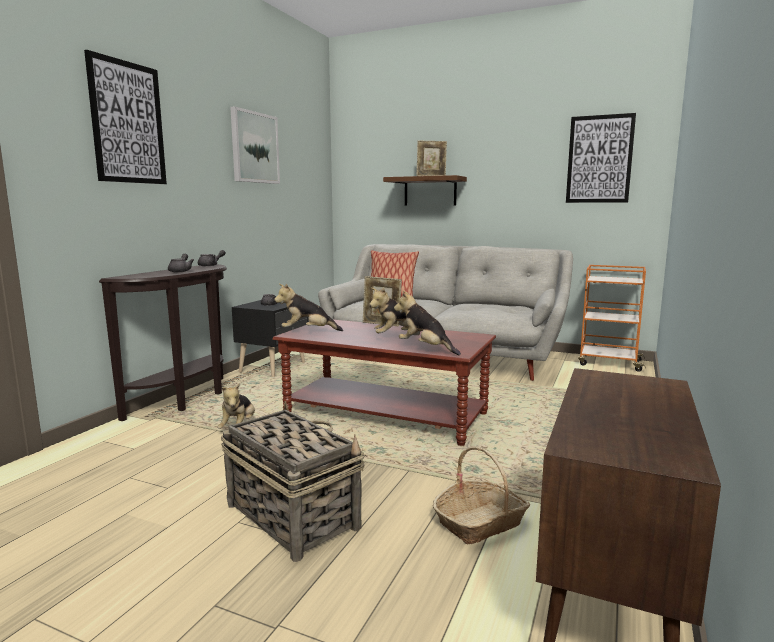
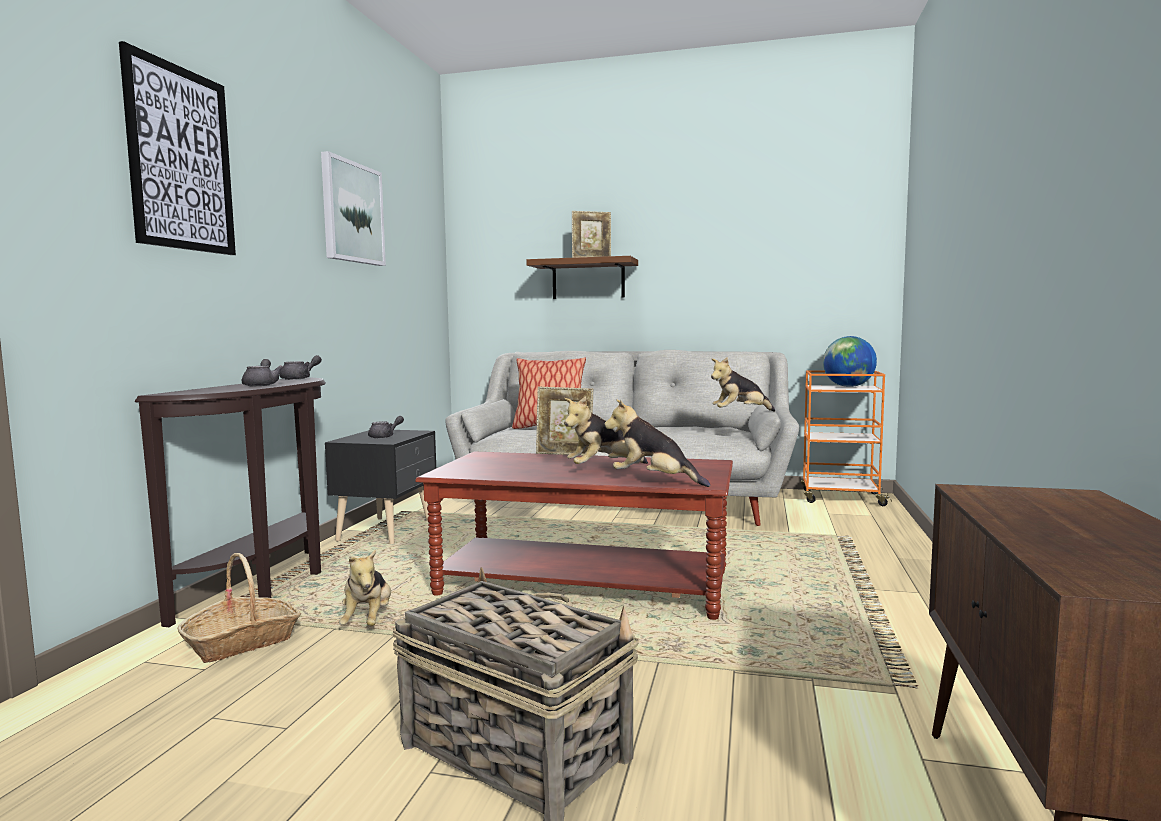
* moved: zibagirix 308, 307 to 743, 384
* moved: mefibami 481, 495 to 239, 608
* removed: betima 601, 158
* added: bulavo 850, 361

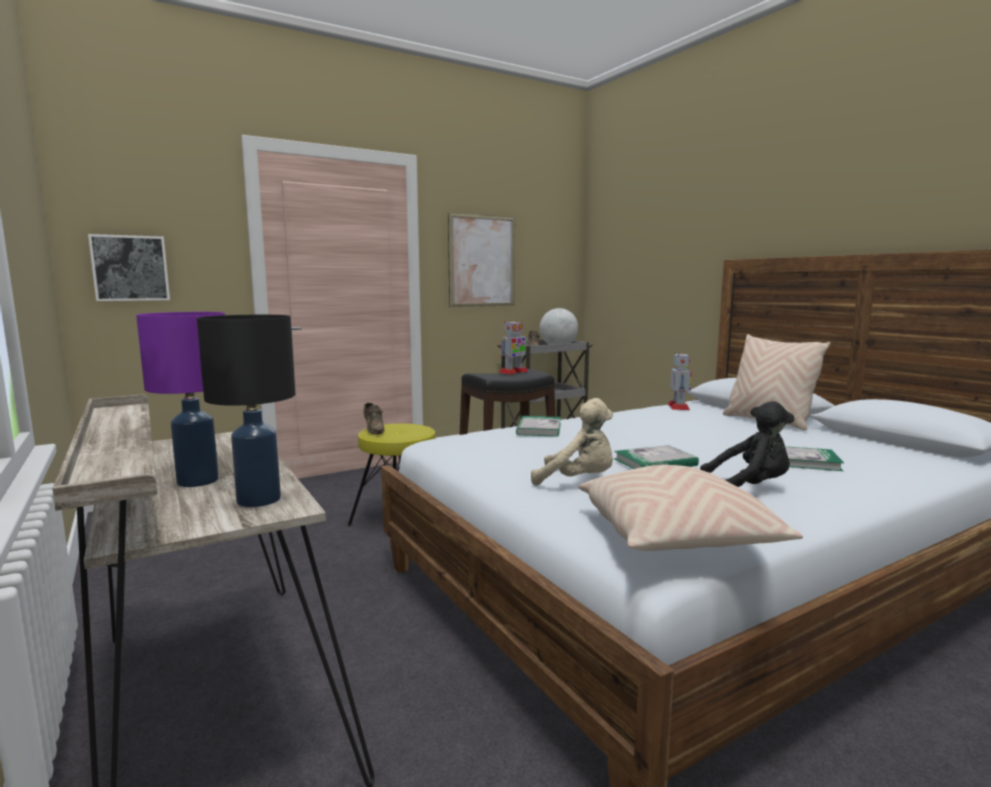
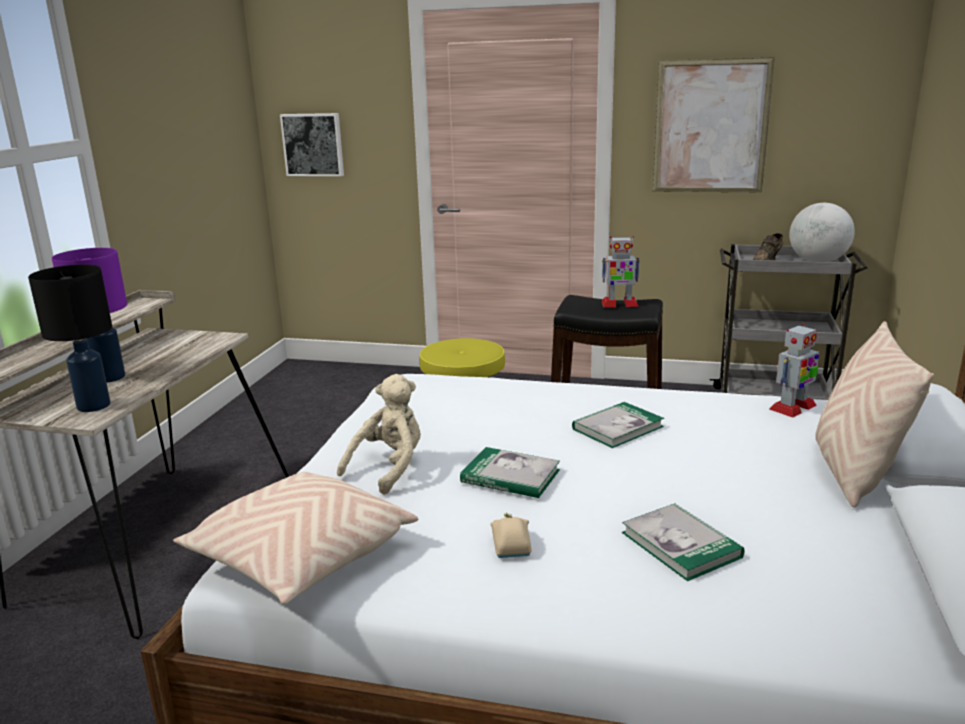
* removed: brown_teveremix 374, 419
* moved: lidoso 538, 426 to 618, 425
* turned: beige_zibagirix 572, 442 = 379, 434 120 degrees counterclockwise
* replaced: black_zibagirix 747, 444 to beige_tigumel 511, 535

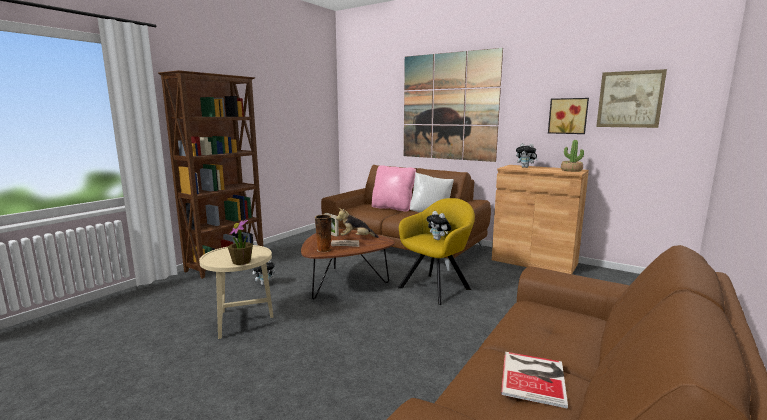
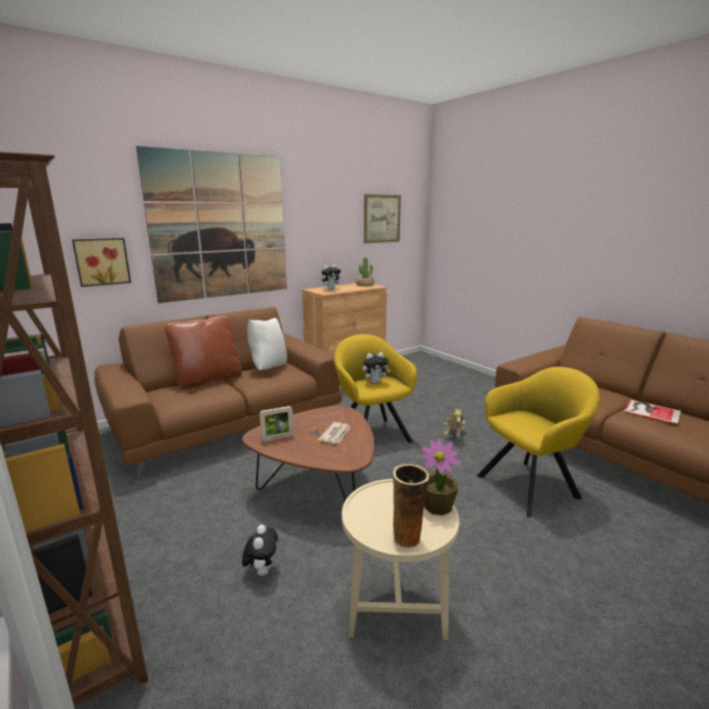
* moved: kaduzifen 323, 233 to 410, 506
* moved: zibagirix 357, 223 to 454, 423
* recoloured: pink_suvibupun 394, 188 to brown_suvibupun 203, 352
* moved: betima 568, 116 to 101, 262
* added: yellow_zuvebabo 538, 442

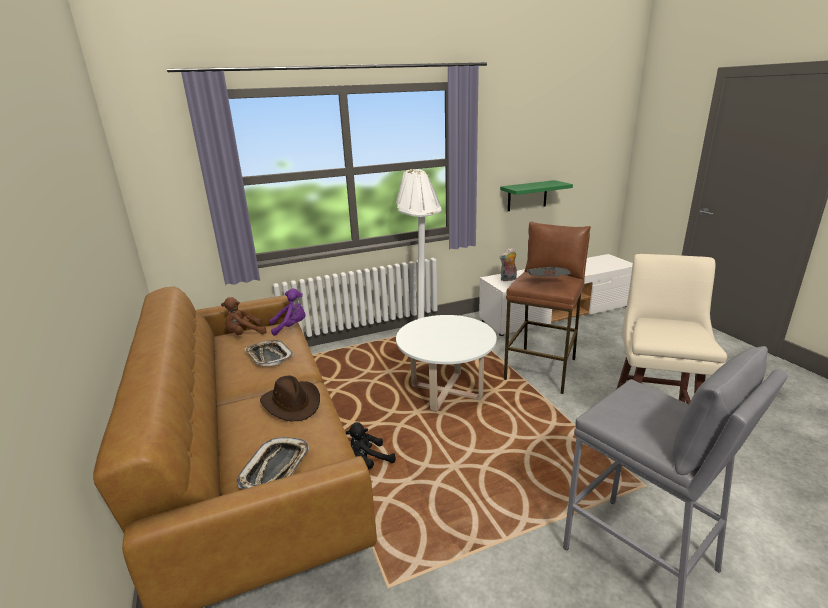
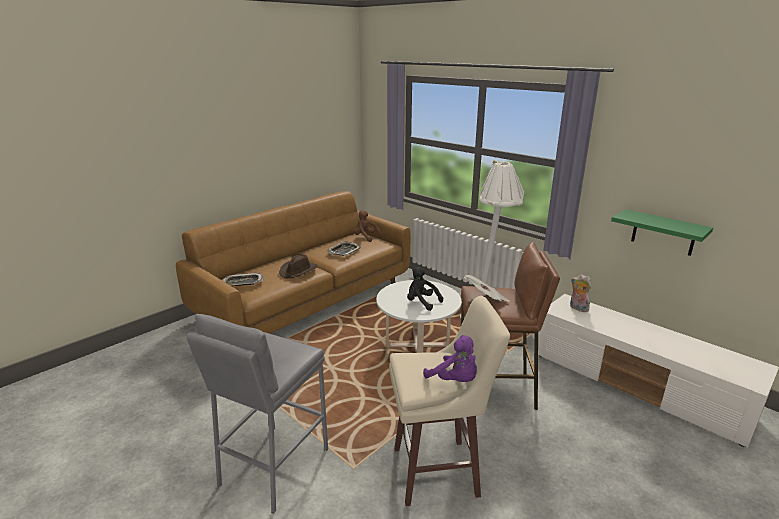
* moved: purple_zibagirix 287, 312 to 450, 358
* moved: black_zibagirix 371, 446 to 425, 289

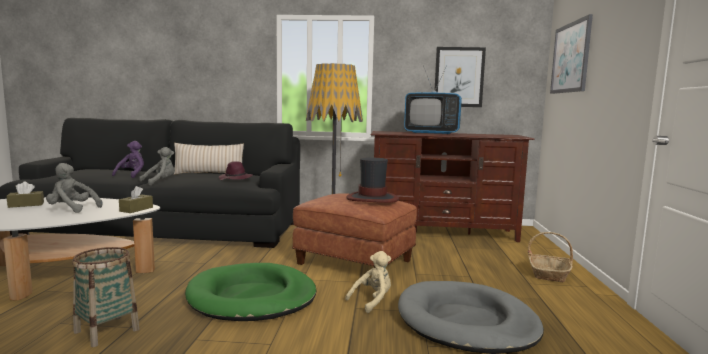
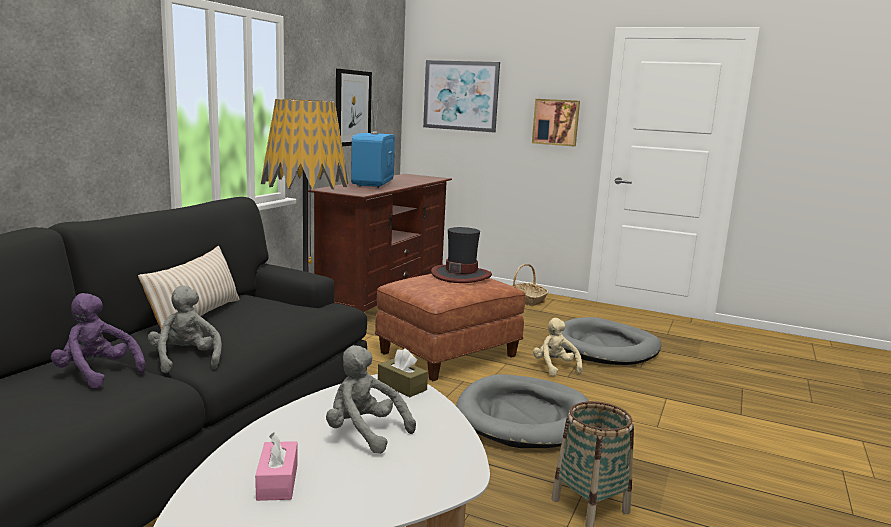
* recoloured: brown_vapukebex 25, 195 to pink_vapukebex 276, 467
* turned: grey_zibagirix 74, 188 = 371, 399 90 degrees clockwise
* recoloured: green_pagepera 250, 292 to grey_pagepera 522, 411
* removed: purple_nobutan 236, 170
* turned: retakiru 433, 100 = 373, 144 150 degrees clockwise
* added: betima 556, 123

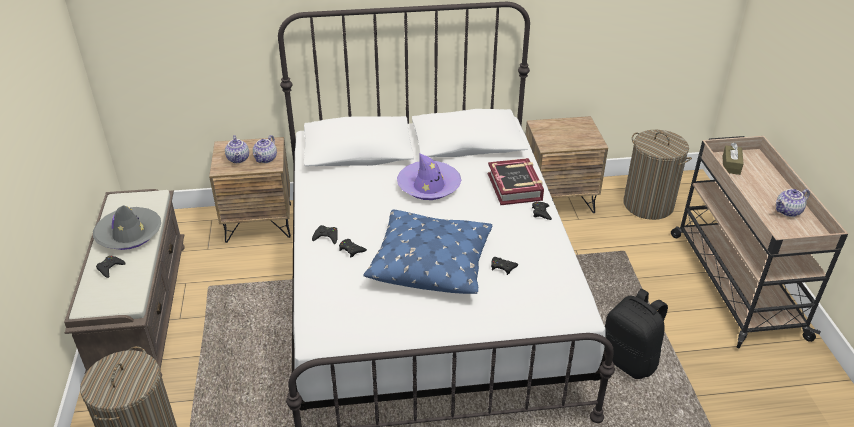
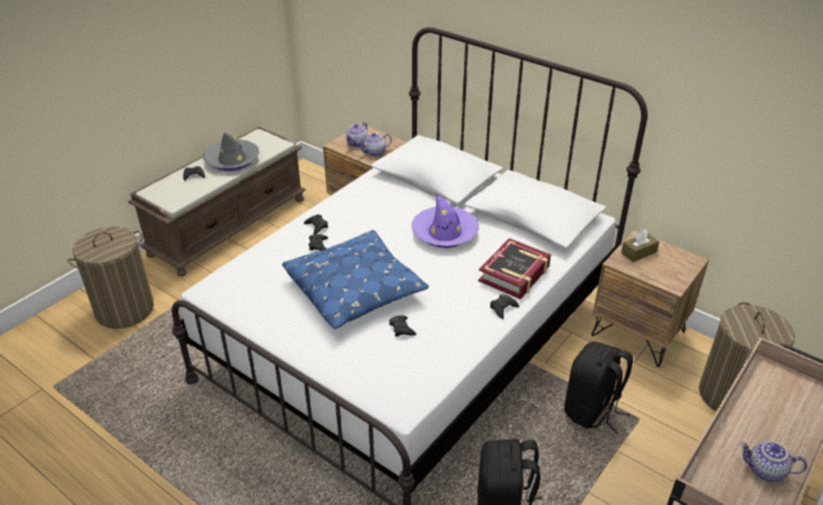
* moved: brown_vapukebex 733, 159 to 640, 246
* added: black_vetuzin 598, 387

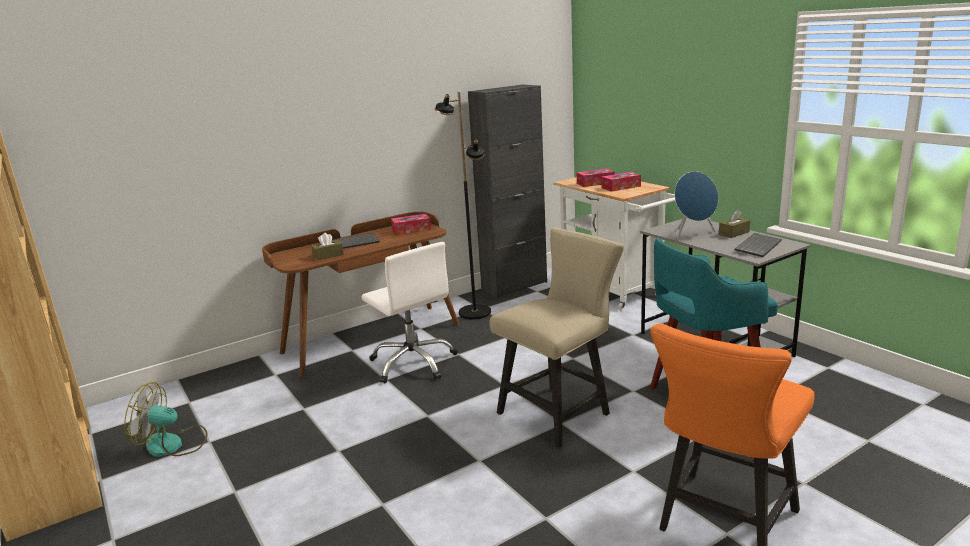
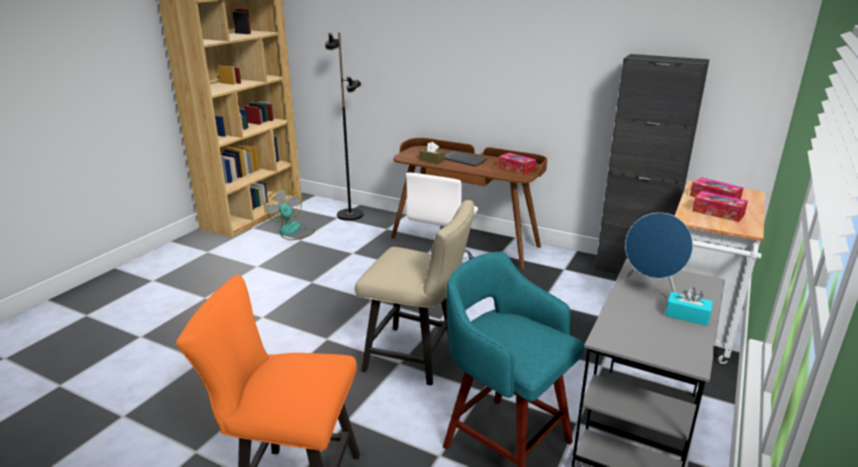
* moved: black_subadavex 463, 205 to 344, 126
* recoloured: brown_vapukebex 734, 224 to turquoise_vapukebex 689, 306
* removed: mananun 758, 245

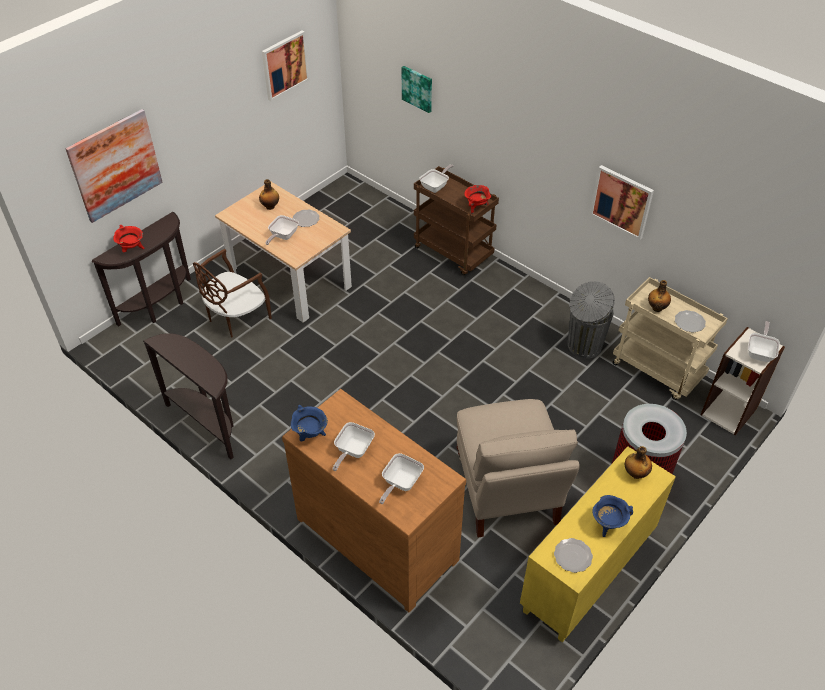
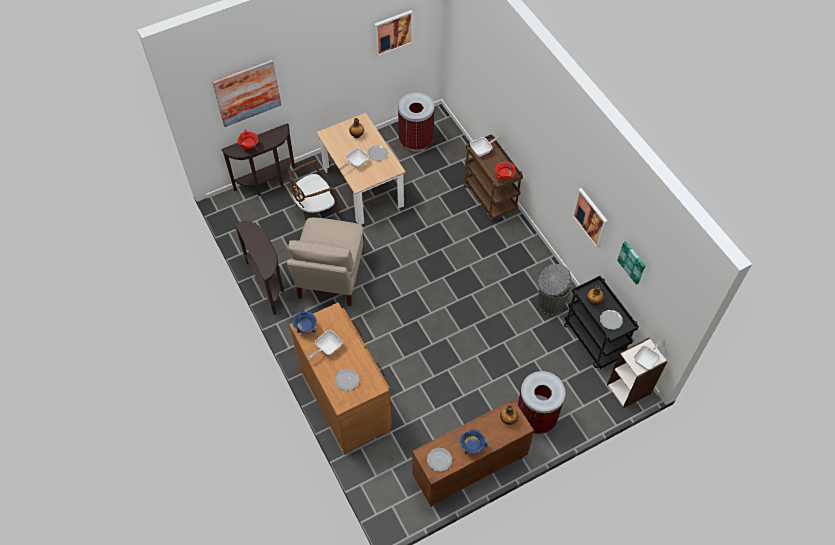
* replaced: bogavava 401, 478 to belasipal 347, 379
* moved: betima 417, 89 to 631, 263
* moved: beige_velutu 518, 468 to 325, 262
* recoloured: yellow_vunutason 598, 544 to brown_vunutason 473, 453
* recoloured: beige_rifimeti 670, 338 to black_rifimeti 601, 322
* added: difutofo 416, 122

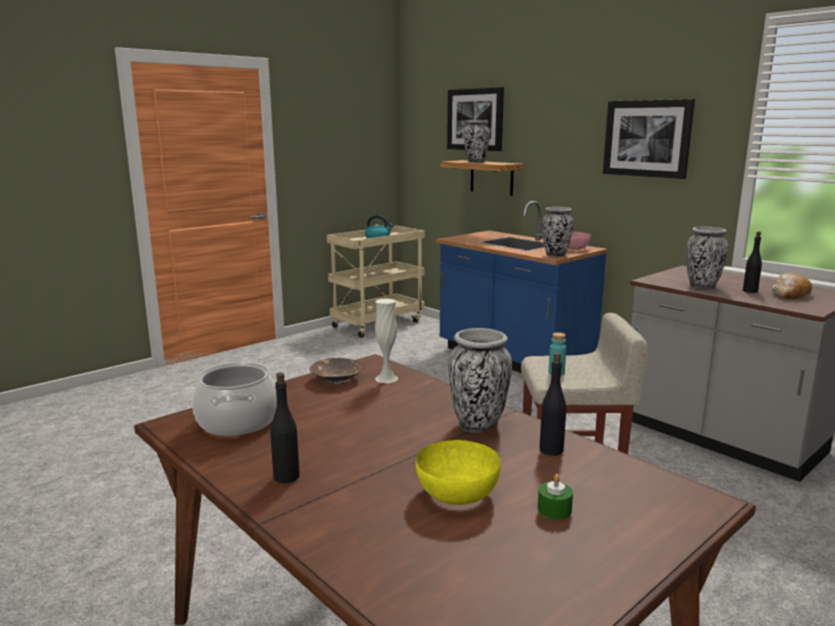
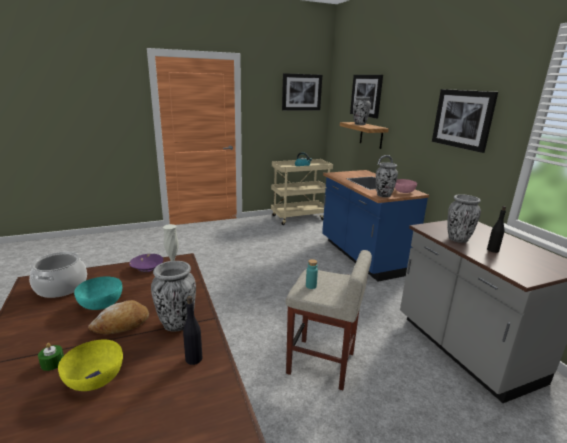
* removed: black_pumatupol 285, 427
* recoloured: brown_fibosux 336, 371 to purple_fibosux 146, 263
* moved: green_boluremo 555, 497 to 51, 357
* moved: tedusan 791, 286 to 118, 317
* added: turquoise_fibosux 98, 293
* added: betima 302, 91

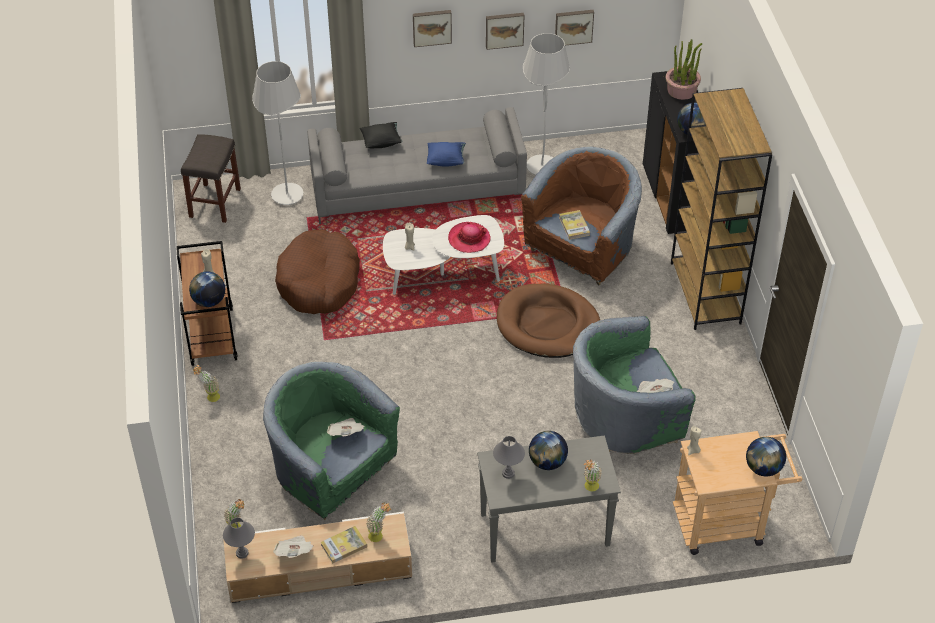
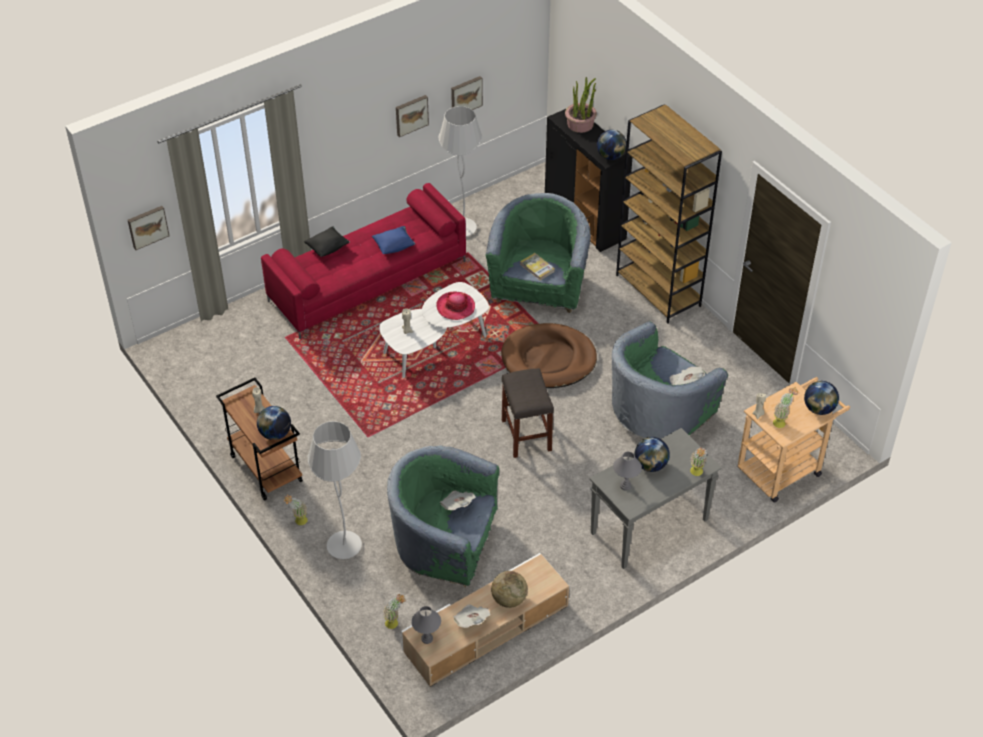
* moved: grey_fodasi 211, 178 to 528, 413
* moved: white_subadavex 277, 133 to 335, 490
* removed: brown_pagepera 317, 272
* recoloured: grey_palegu 417, 165 to red_palegu 363, 261
* replaced: lidoso 344, 545 to bulavo 509, 589
* moved: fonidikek 379, 522 to 785, 407
* moved: betima 432, 28 to 149, 228
* recoloured: brown_zuvebabo 581, 216 to green_zuvebabo 538, 253

